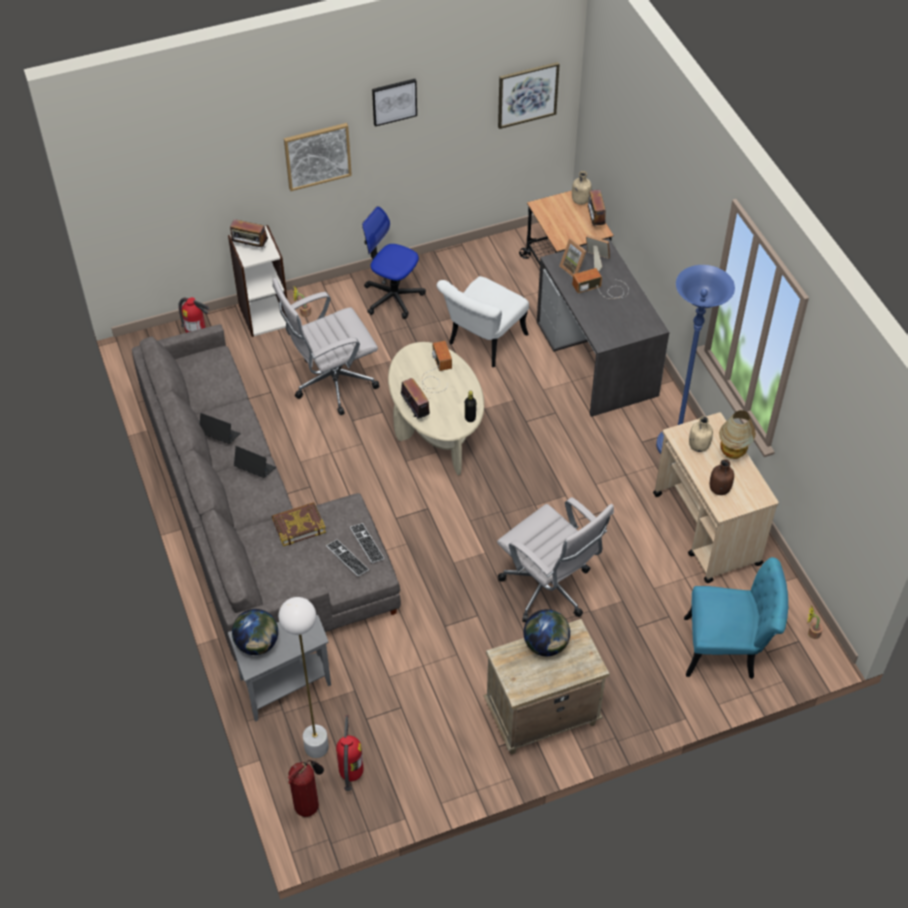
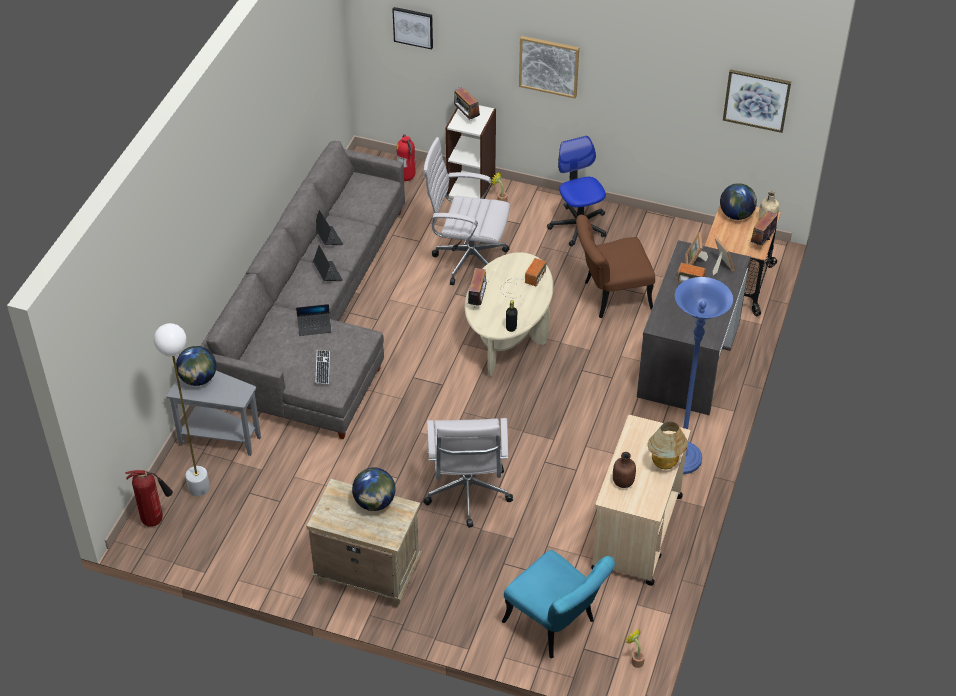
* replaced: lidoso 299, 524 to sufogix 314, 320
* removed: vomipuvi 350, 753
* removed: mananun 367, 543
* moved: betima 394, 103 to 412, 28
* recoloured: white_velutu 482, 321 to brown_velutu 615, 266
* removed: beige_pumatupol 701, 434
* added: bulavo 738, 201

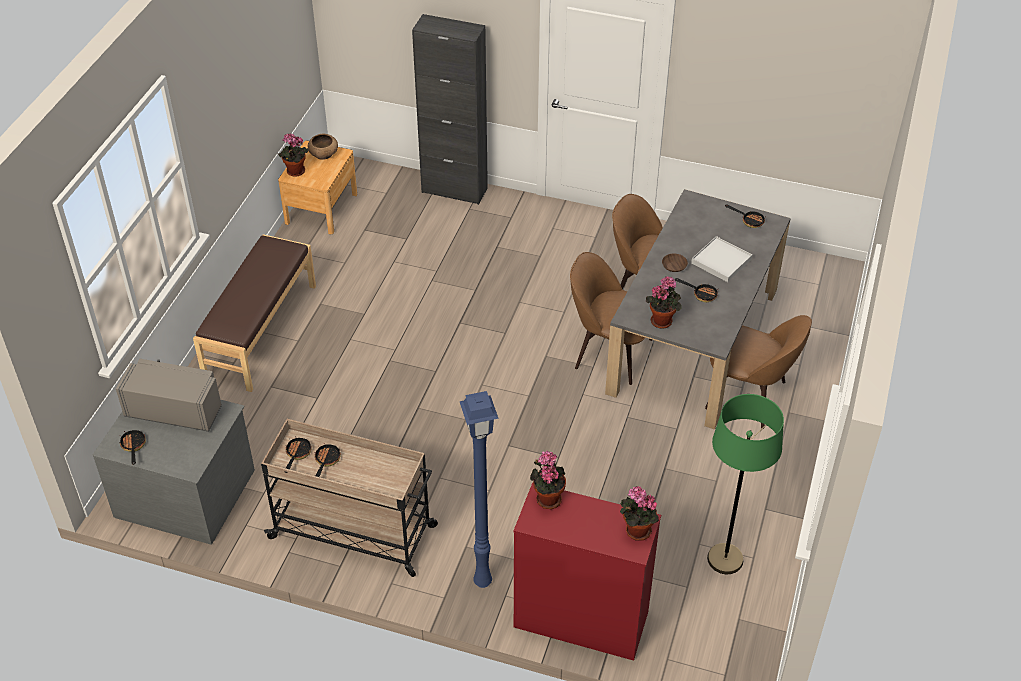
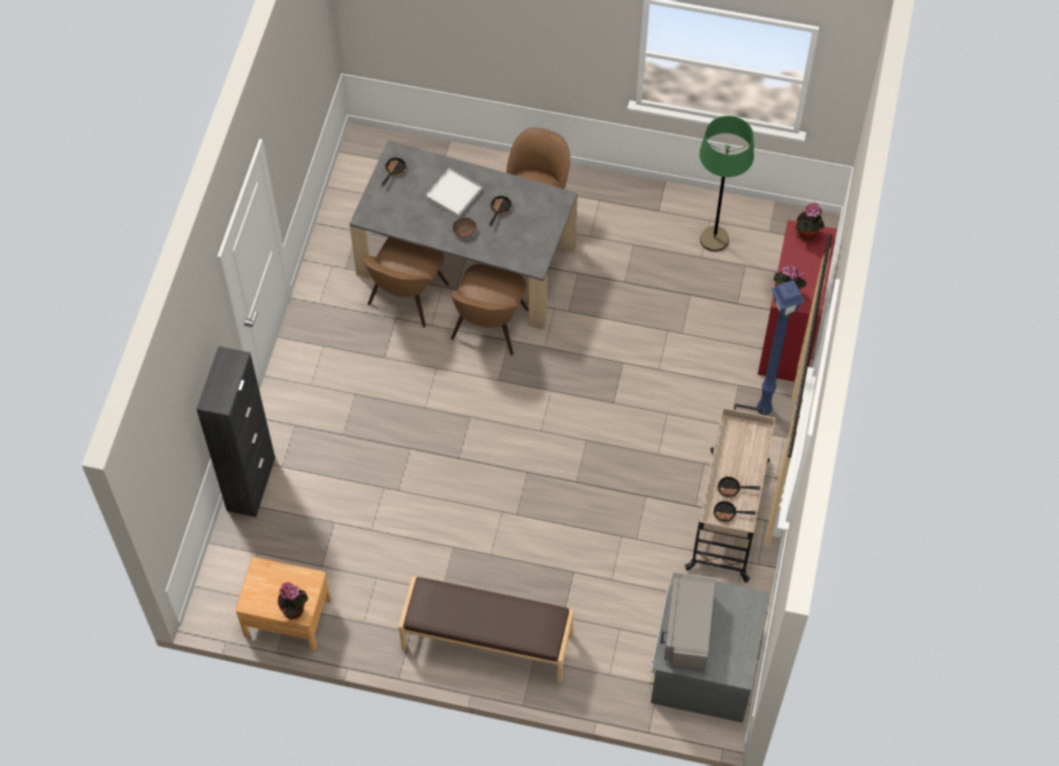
* removed: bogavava 132, 447
* removed: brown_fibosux 323, 147
* removed: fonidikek 664, 302

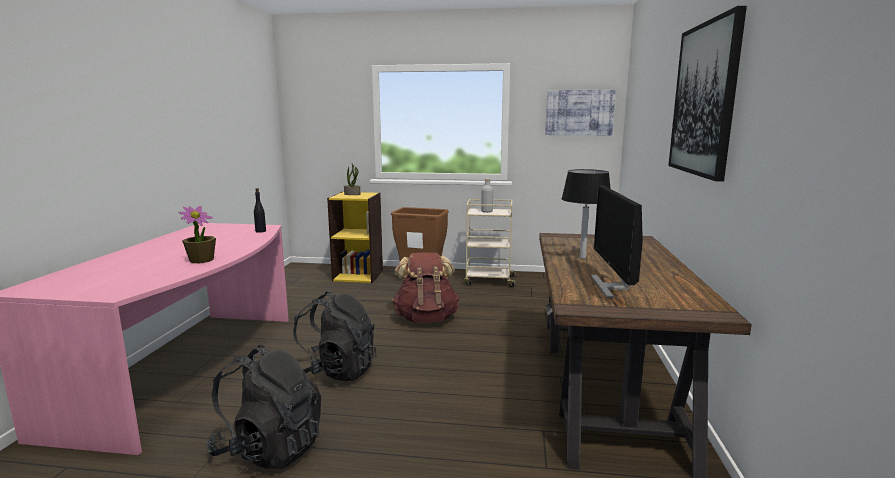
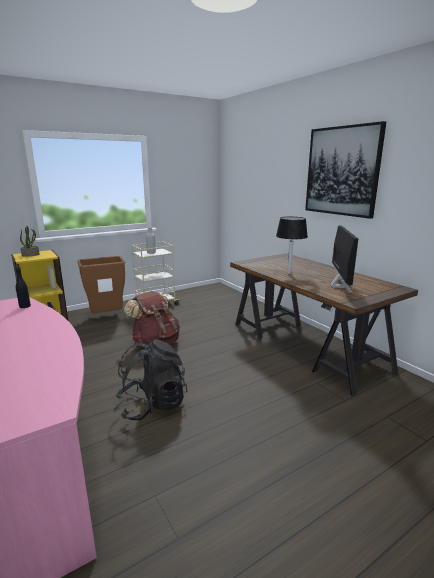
* removed: fonidikek 197, 234
* removed: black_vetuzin 263, 407
* removed: betima 580, 112
* turned: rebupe 617, 241 = 344, 259 135 degrees counterclockwise

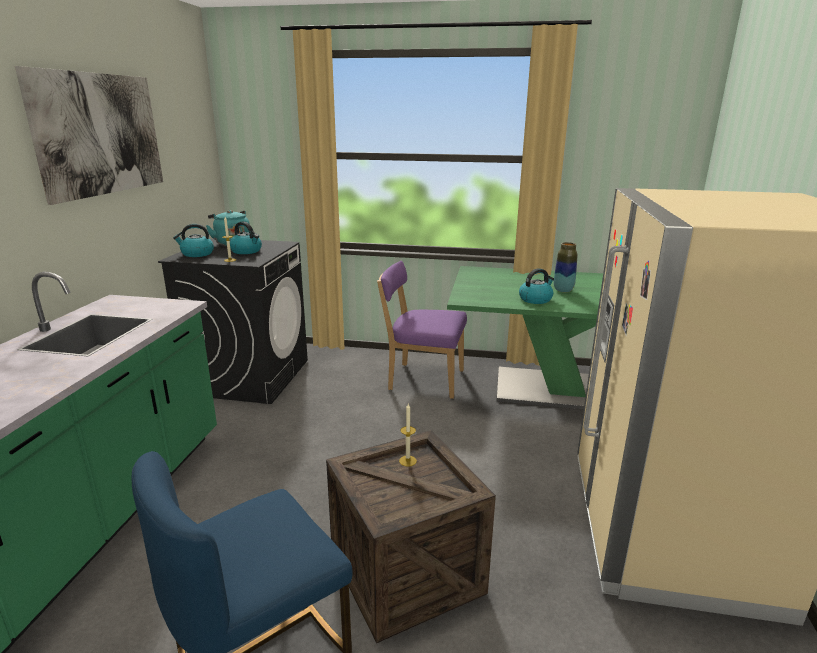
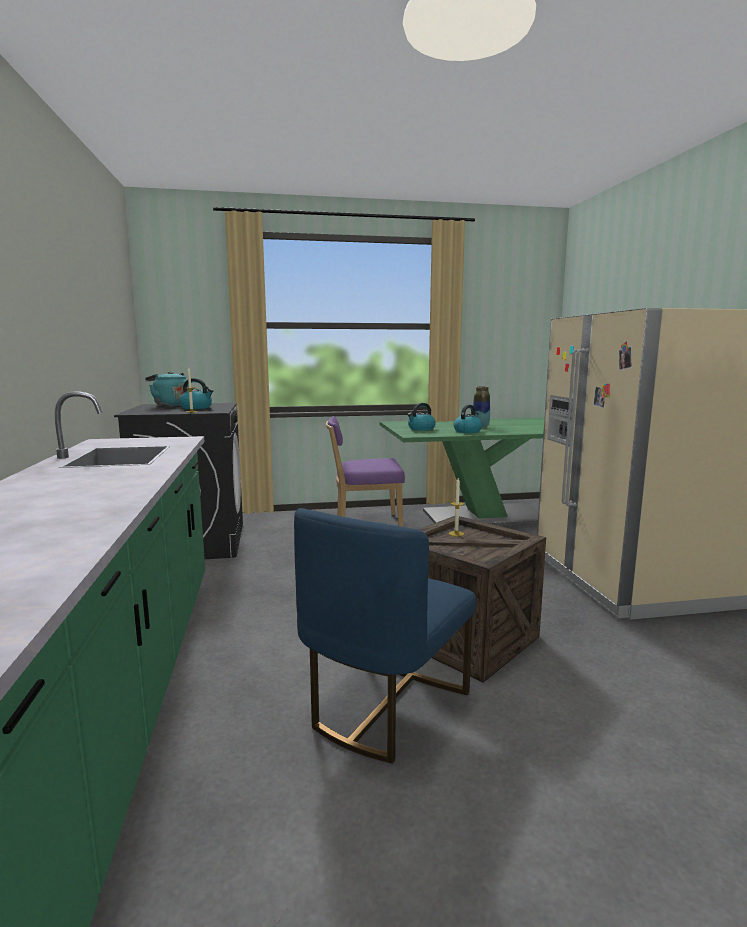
* removed: betima 89, 135
* moved: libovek 193, 240 to 421, 417

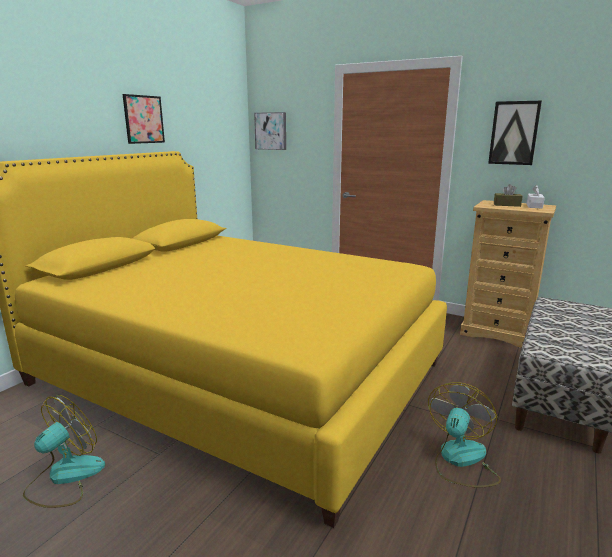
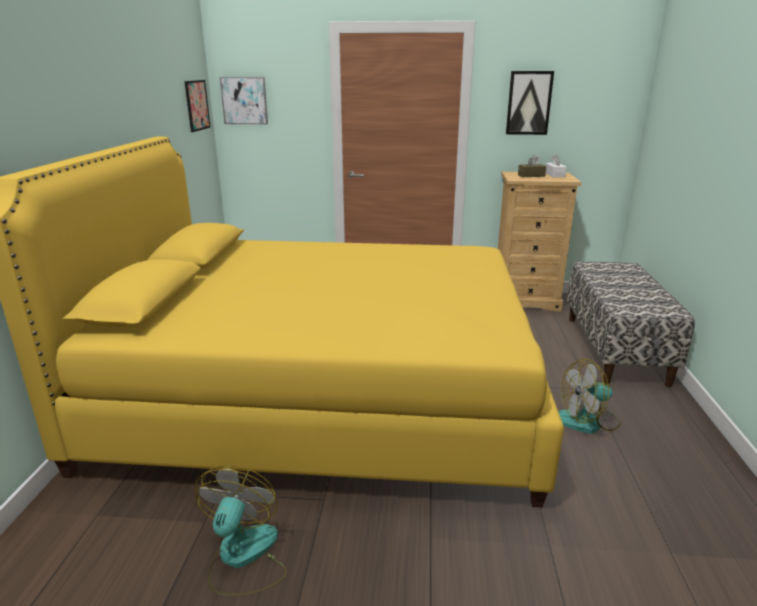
* moved: betima 144, 119 to 197, 106
* turned: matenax 464, 435 = 589, 396 105 degrees counterclockwise

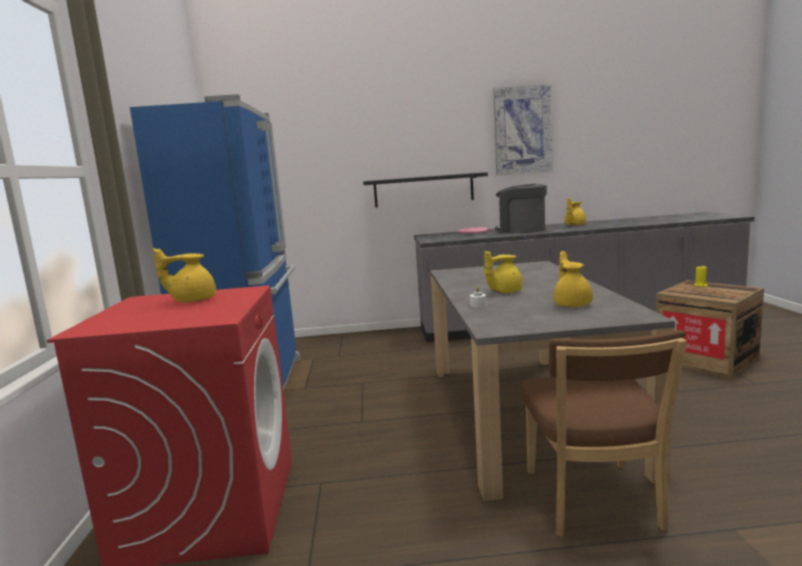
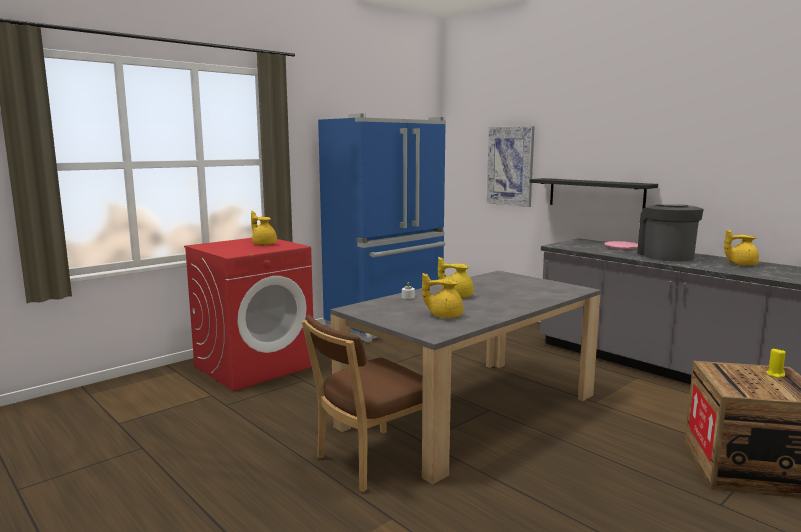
* moved: betima 523, 129 to 511, 166
* turned: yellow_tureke 573, 279 = 442, 295 135 degrees counterclockwise

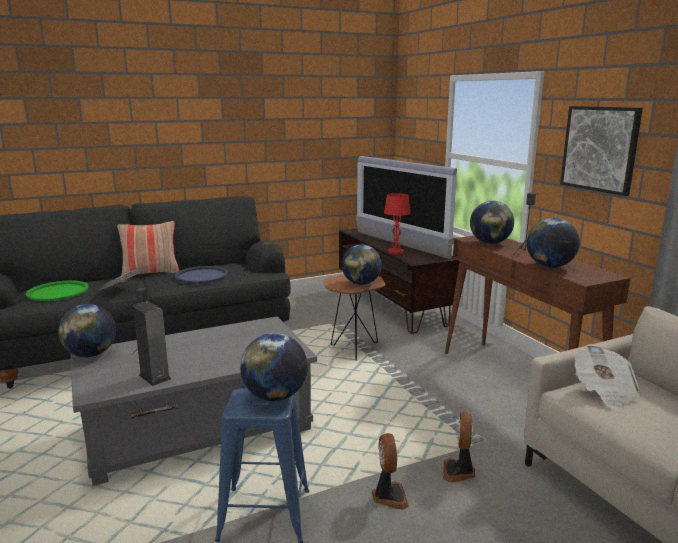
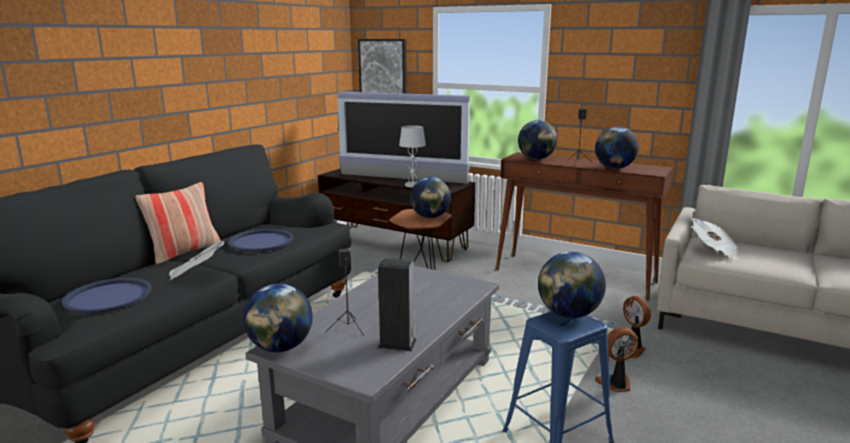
* recoloured: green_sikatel 57, 290 to blue_sikatel 107, 295
* turned: matenax 390, 471 = 617, 360 60 degrees counterclockwise
* recoloured: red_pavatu 397, 223 to white_pavatu 412, 156
* moved: betima 601, 151 to 382, 66

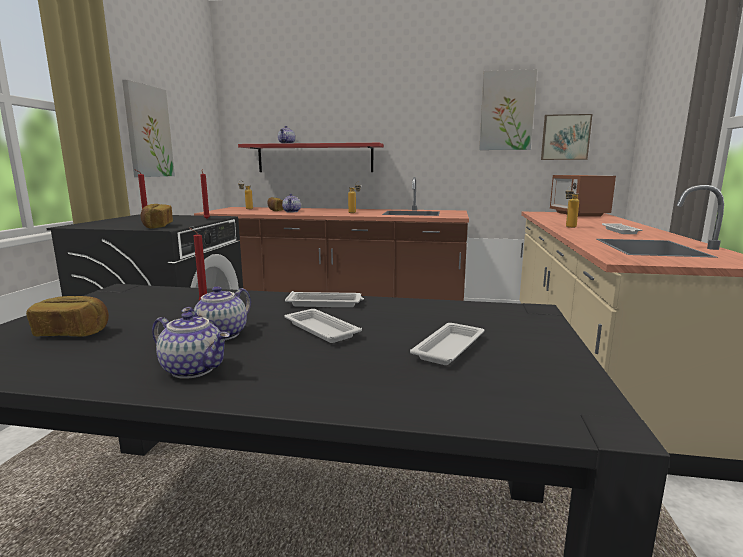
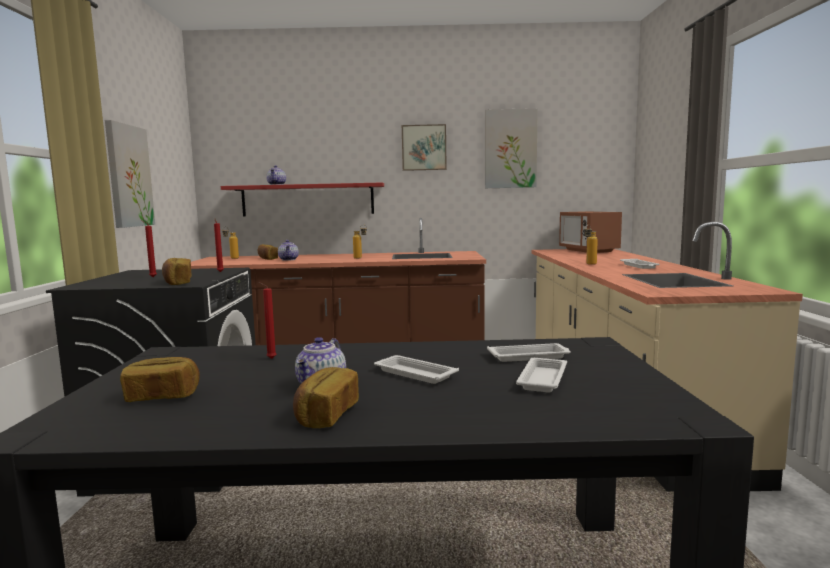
* replaced: tureke 191, 345 to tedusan 326, 397
* moved: white_sikatel 324, 299 to 529, 352
* moved: betima 566, 137 to 424, 147

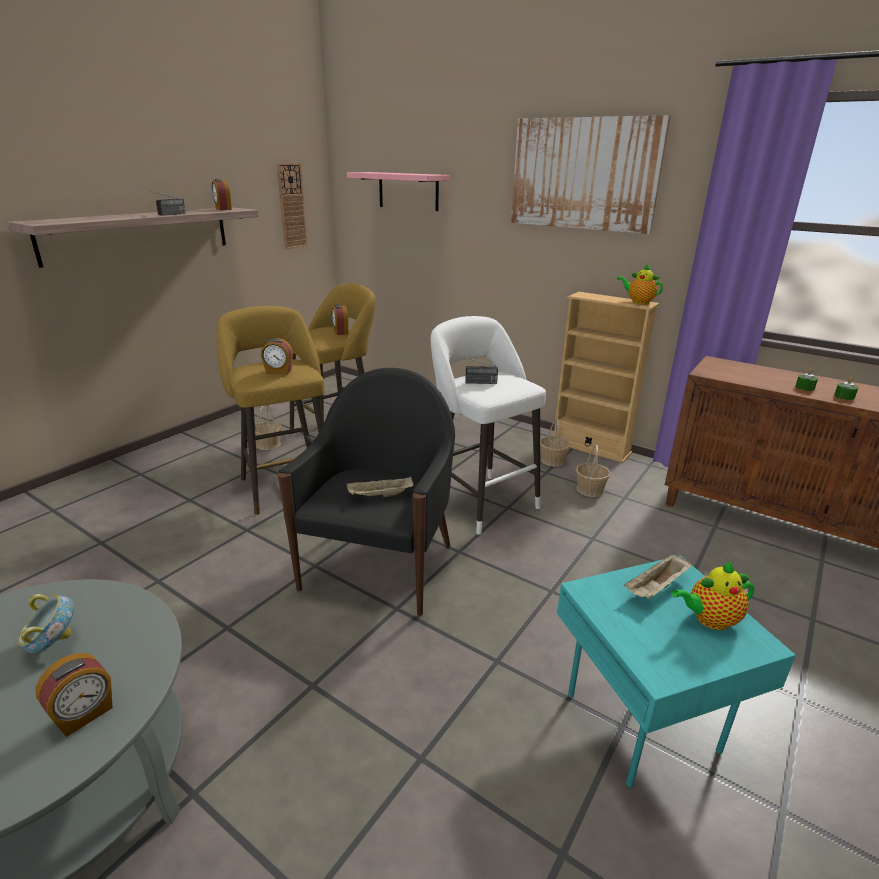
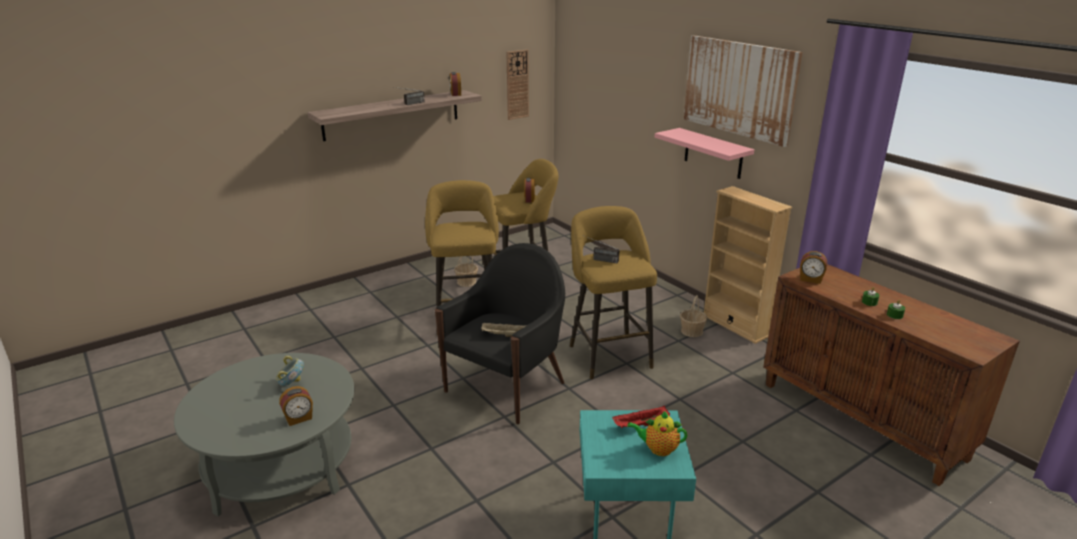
* moved: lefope 277, 356 to 813, 267
* moved: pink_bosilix 398, 191 to 704, 153
* recoloured: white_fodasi 488, 425 to yellow_fodasi 613, 292
* removed: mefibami 593, 471
* removed: tureke 640, 283
* recoloured: beige_sikatel 658, 576 to red_sikatel 641, 416

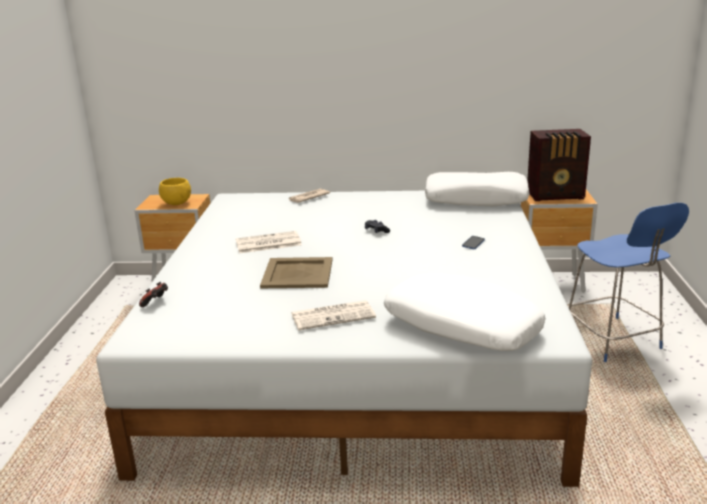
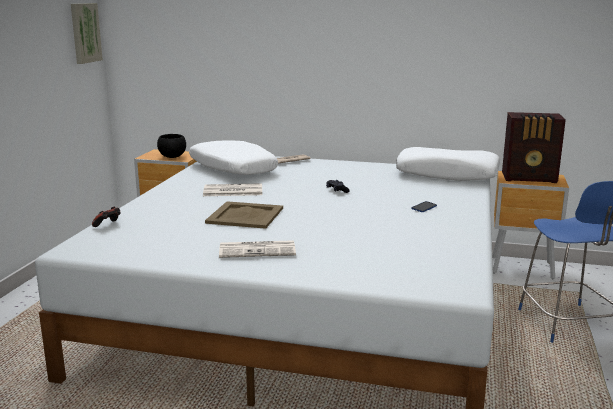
* recoloured: yellow_fibosux 175, 191 to black_fibosux 171, 146
* moved: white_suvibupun 465, 312 to 233, 158
* added: betima 87, 33

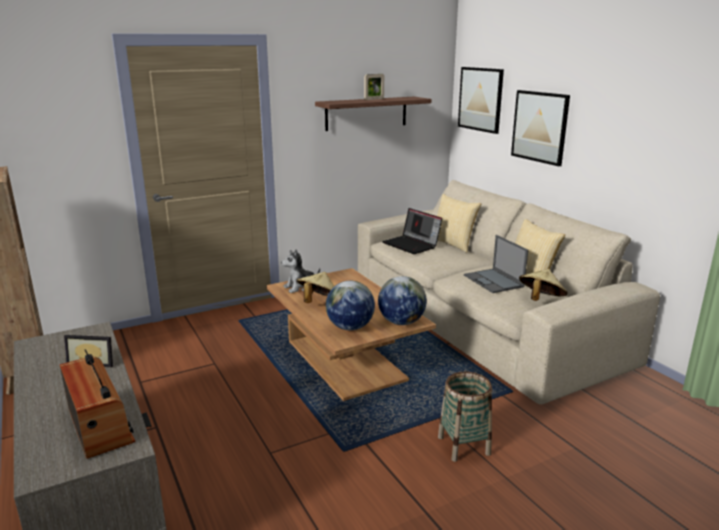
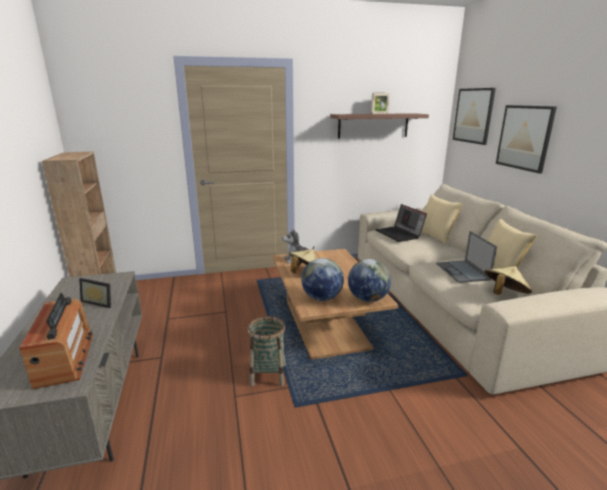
* moved: mefibami 465, 417 to 267, 351

